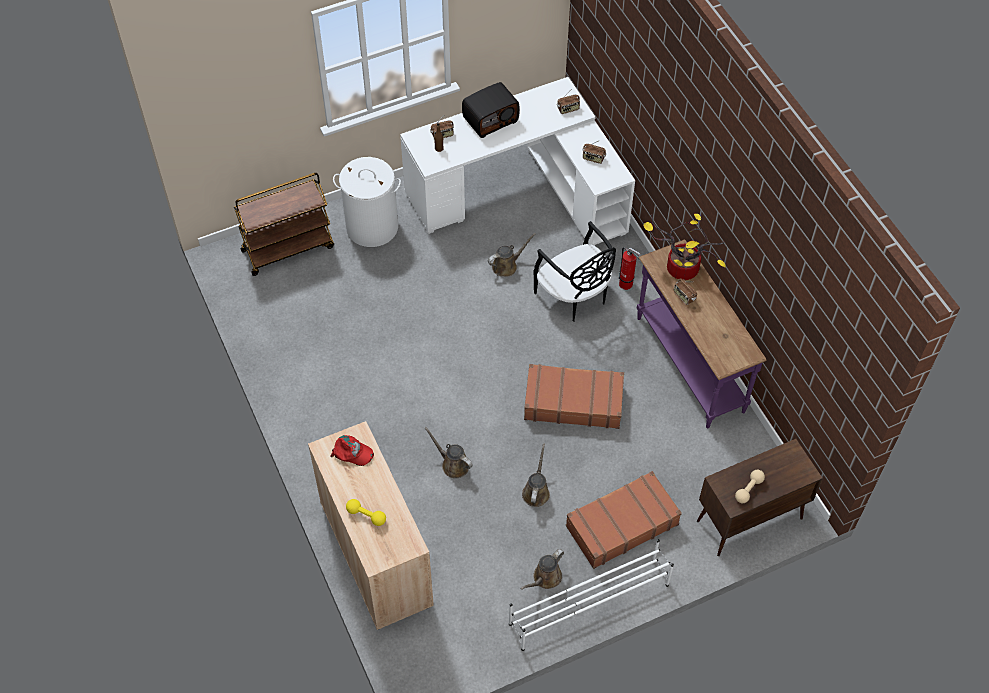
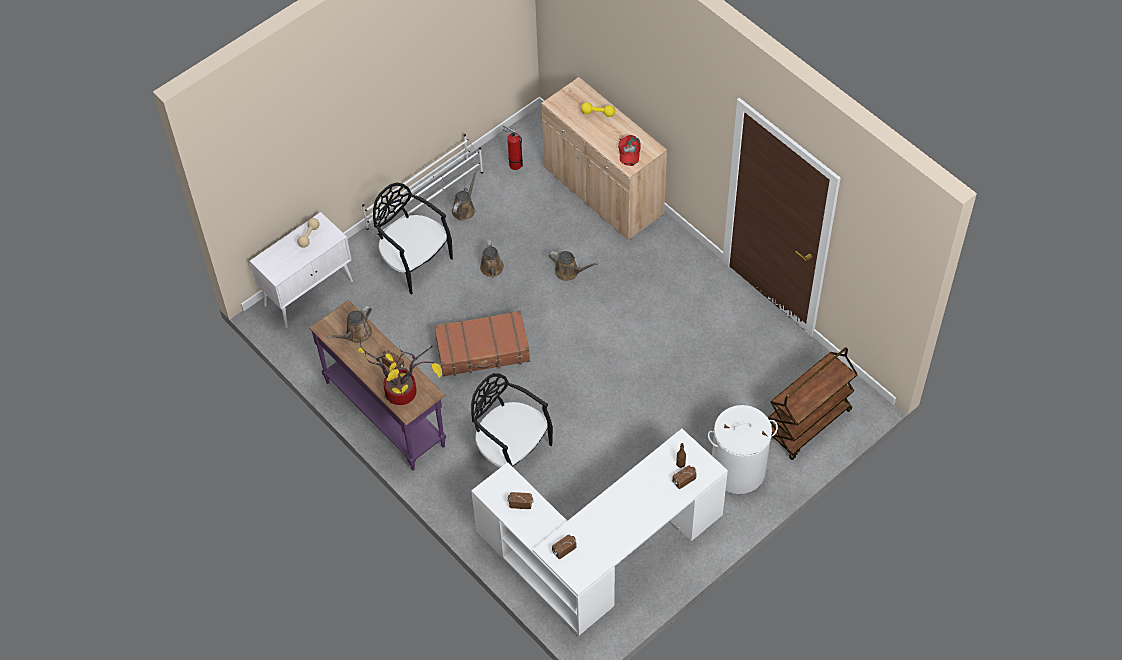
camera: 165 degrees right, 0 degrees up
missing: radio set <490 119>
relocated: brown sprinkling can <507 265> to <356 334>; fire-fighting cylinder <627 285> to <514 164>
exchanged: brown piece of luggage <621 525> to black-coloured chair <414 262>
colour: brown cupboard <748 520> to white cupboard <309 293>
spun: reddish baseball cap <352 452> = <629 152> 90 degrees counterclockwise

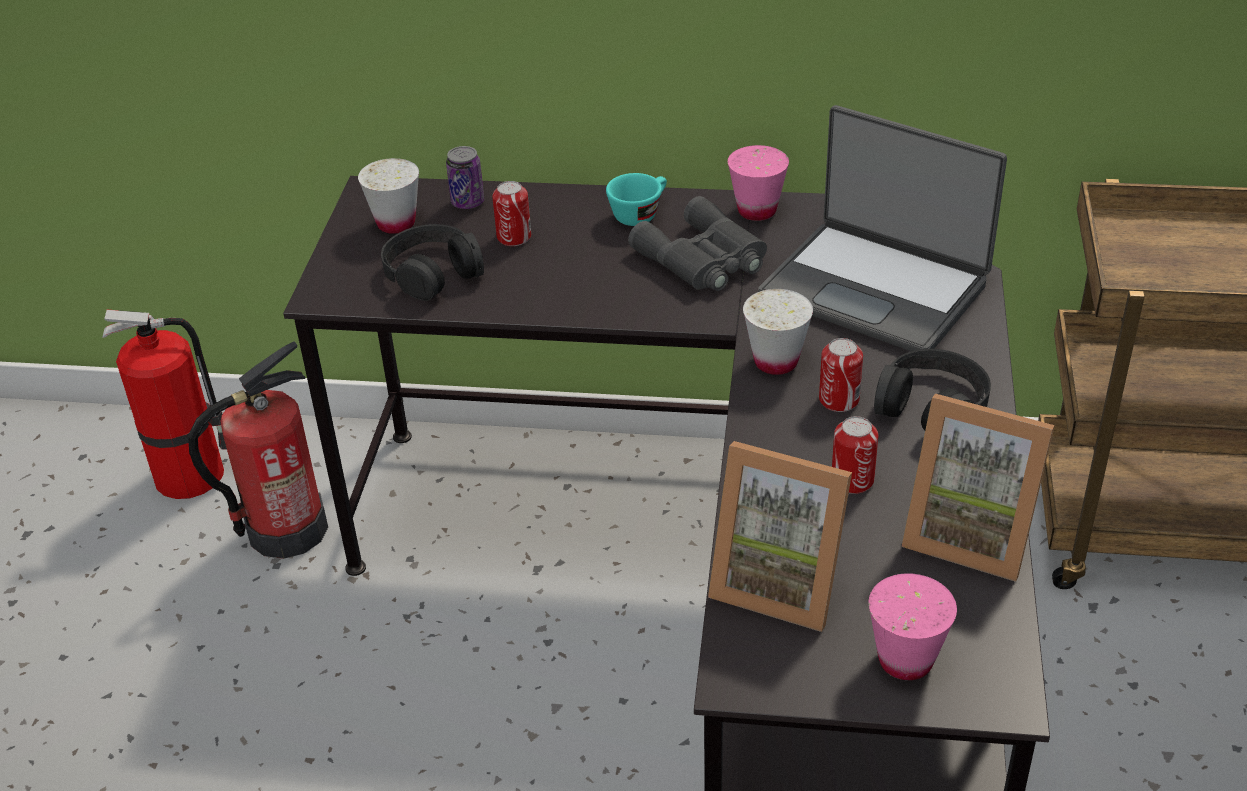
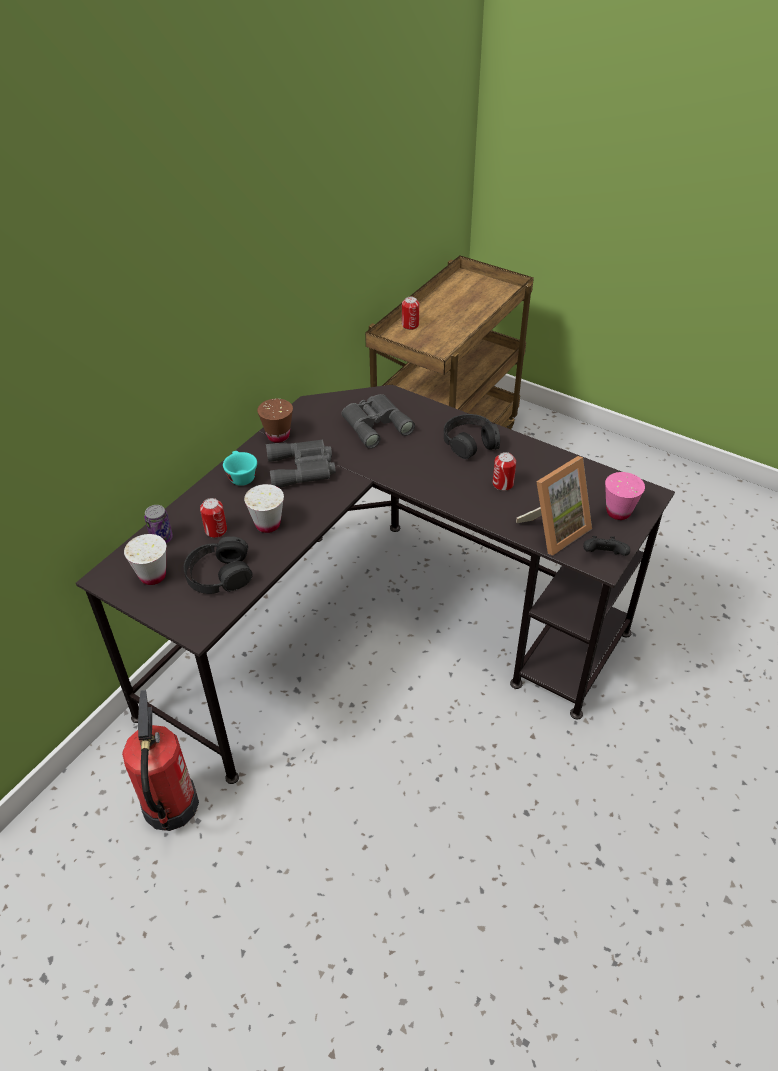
camera: 65 degrees left, 5 degrees up
missing: fire-fighting cylinder <193 474>; standing frame <970 534>
appeared: black-coloured joypad <603 556>
relocated: white small cup <776 361> to <268 524>; can <839 399> to <410 325>
exchanged: laptop <876 288> to greyish pair of binoculars <375 424>
colour: pink-coloured small cup <757 211> to brown small cup <278 436>

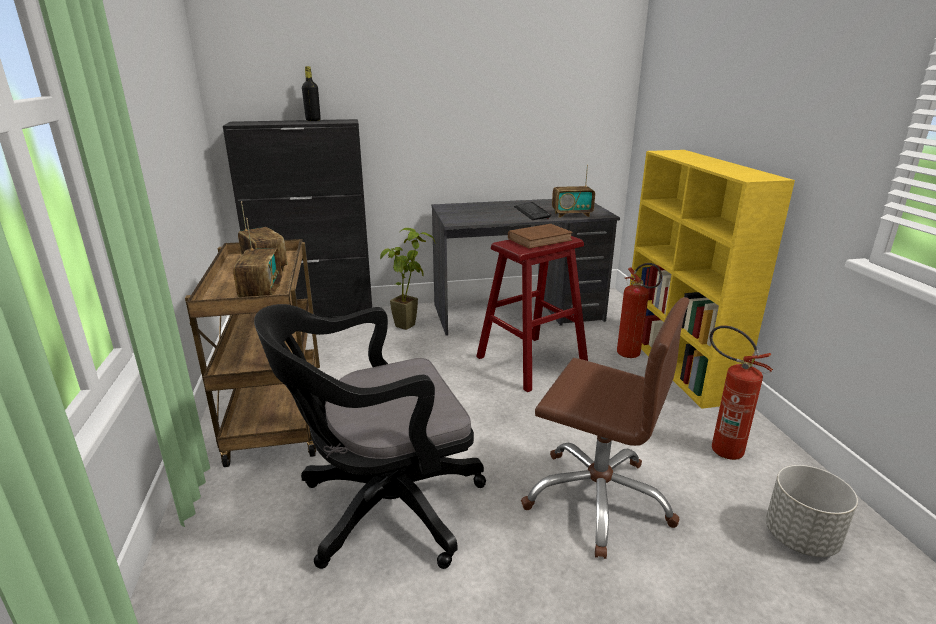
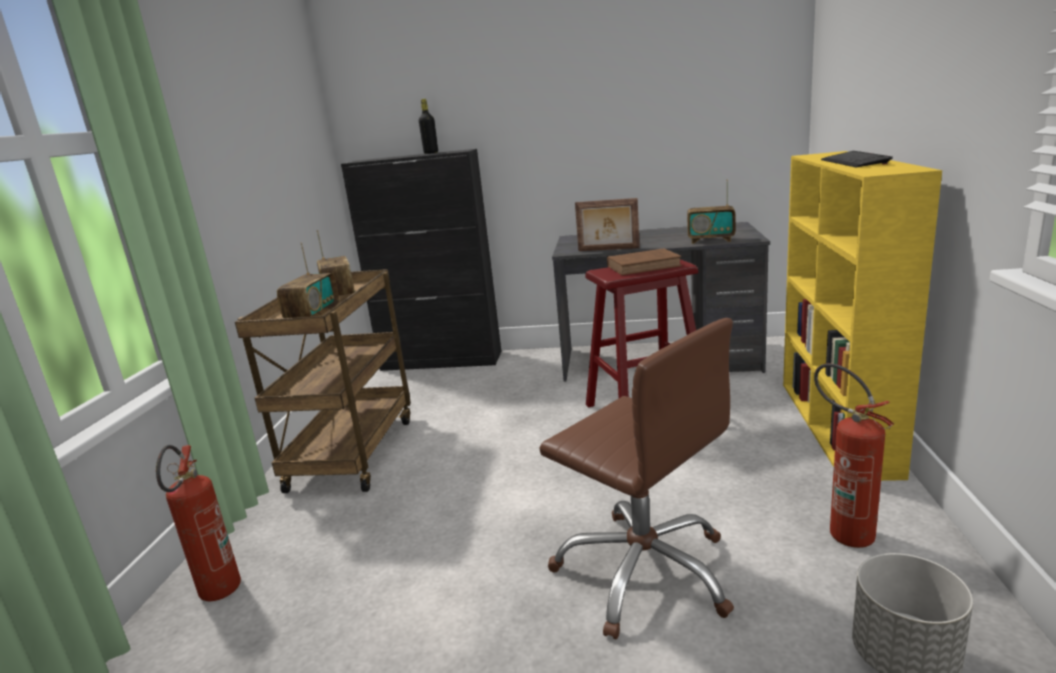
camera: 20 degrees right, 5 degrees down
missing: potted plant <411 324>; black-coloured office chair <382 509>
appeared: standing frame <608 249>
relocated: keyboard <532 212> to <854 162>; fire-fighting cylinder <632 355> to <217 595>

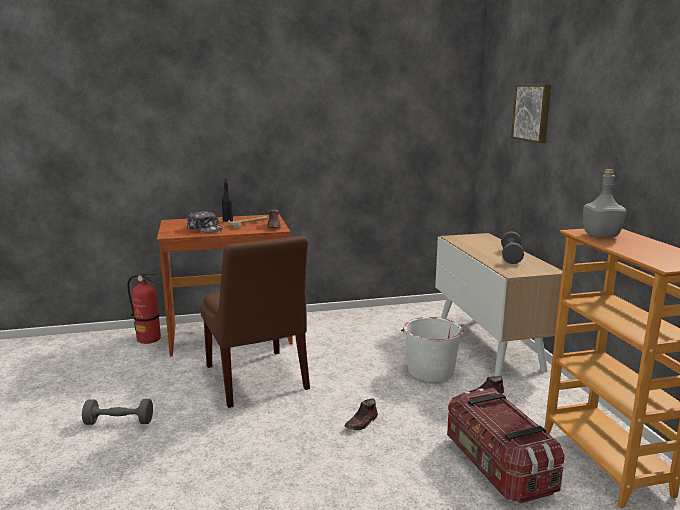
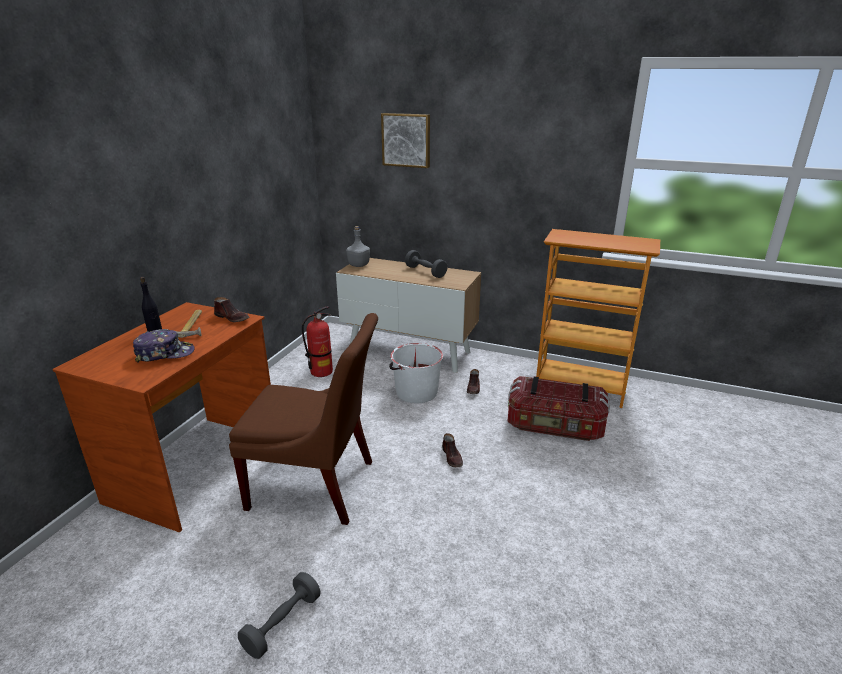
camera: 55 degrees left, 10 degrees up
relocated: greyish drink bottle <600 236> to <358 265>; fire-fighting cylinder <149 339> to <321 372>

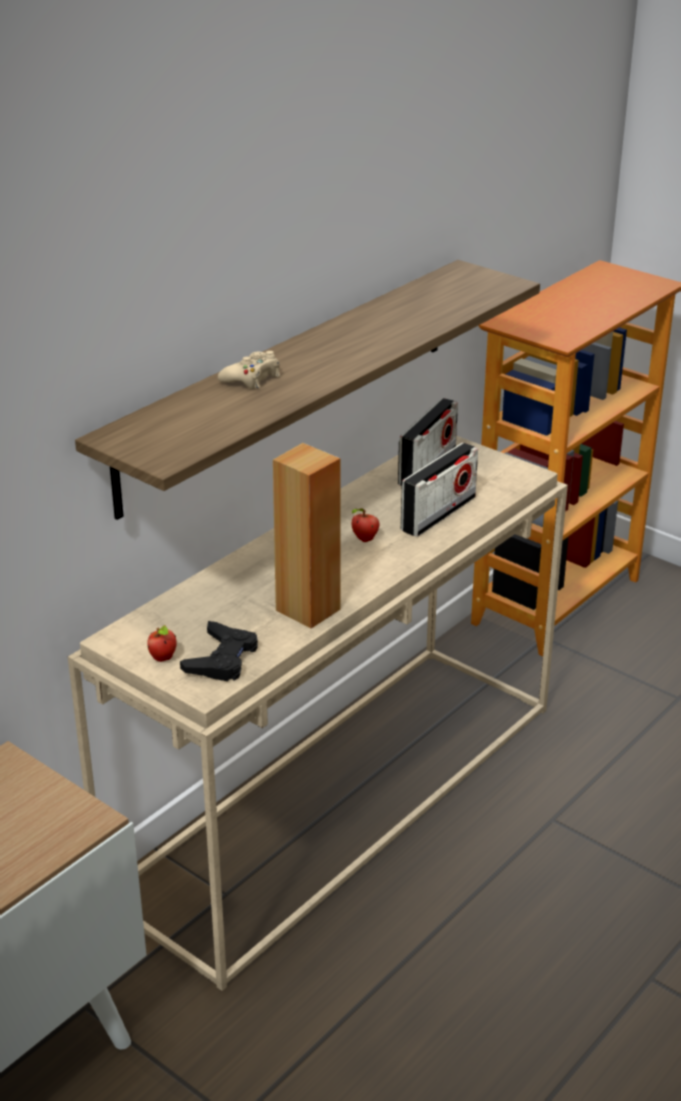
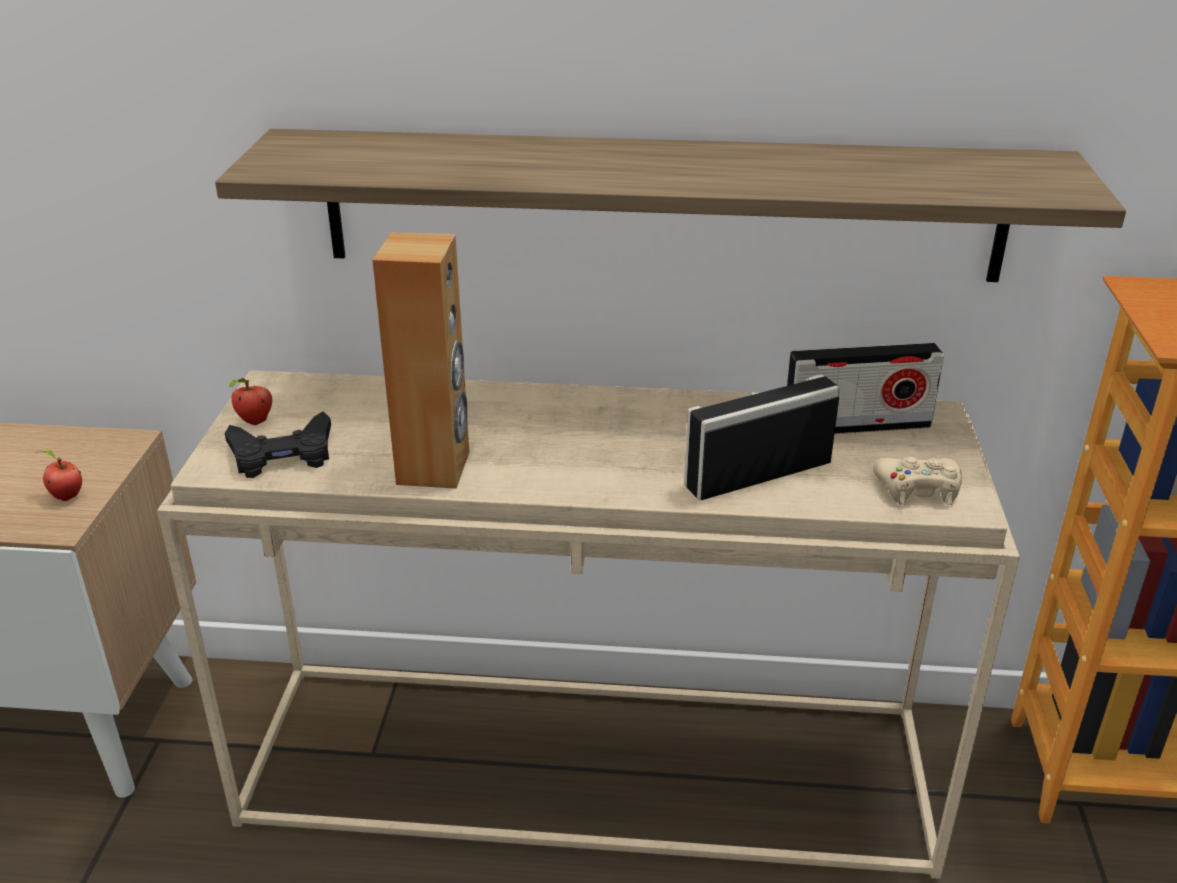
camera: 55 degrees right, 0 degrees up
relocated: sand-coloured joypad <252 378> to <918 489>; whole apple <364 540> to <65 497>
spun: radio set <438 514> = <758 474> 150 degrees clockwise

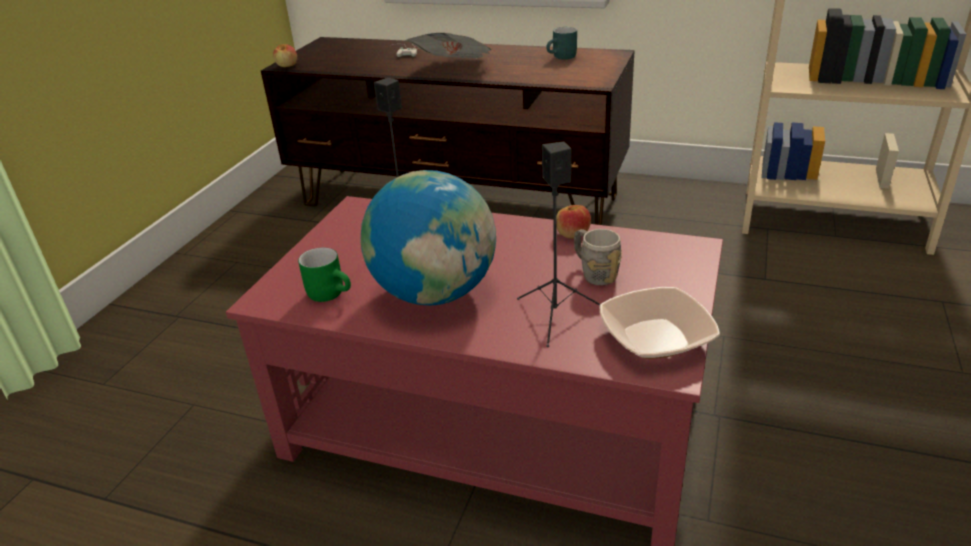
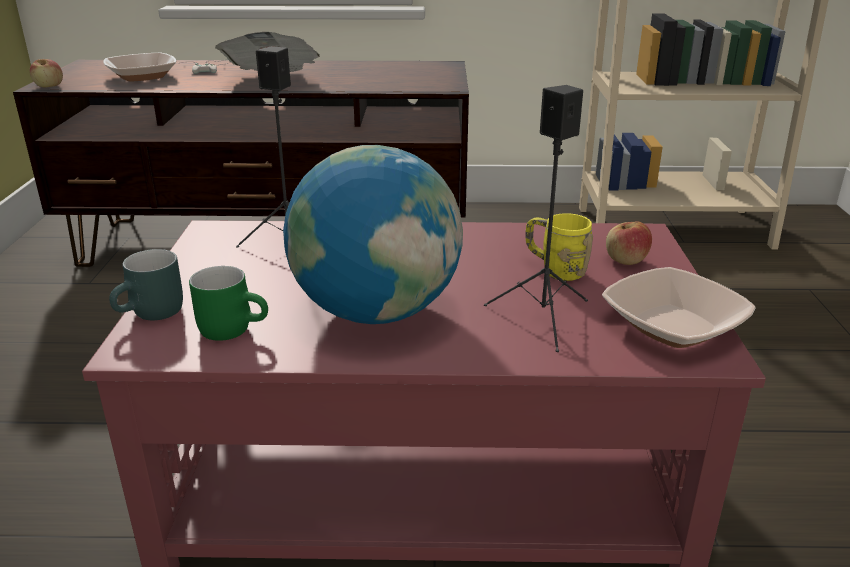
camera: 20 degrees left, 5 degrees down
appeared: deep dish <142 76>
relocated: turquoise-coloured mug <562 57> to <153 314>; whole apple <572 234> to <626 260>
colour: greyish mug <594 273> to yellow-coloured mug <555 269>

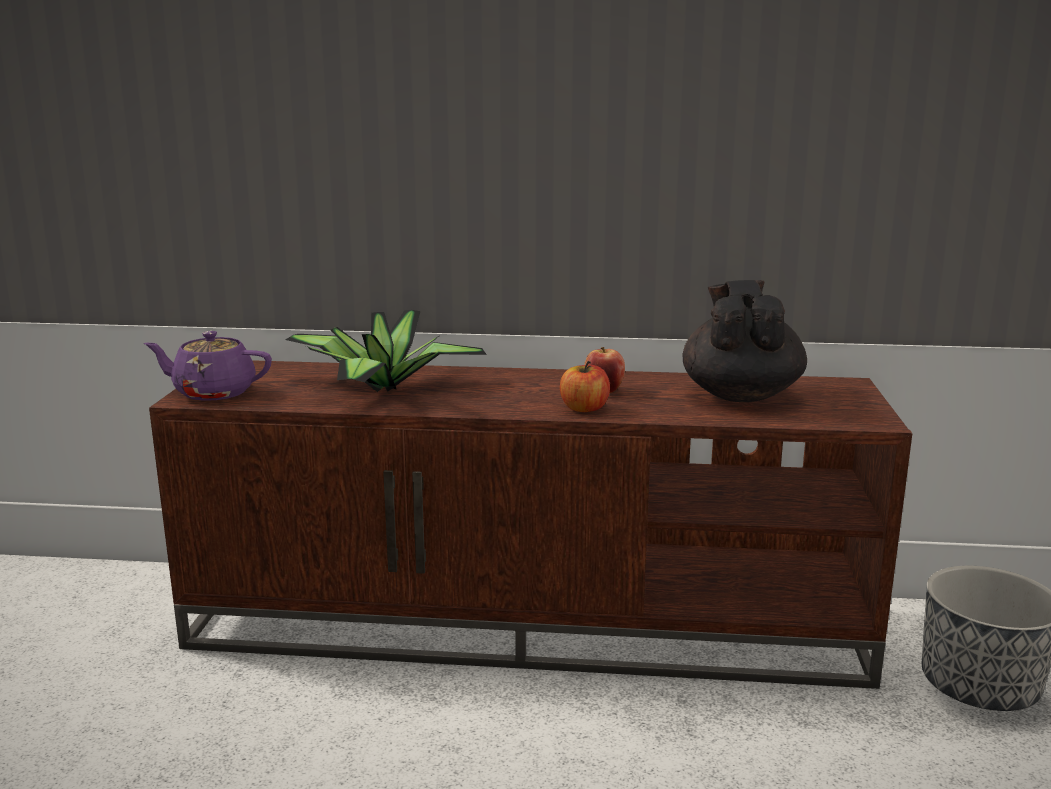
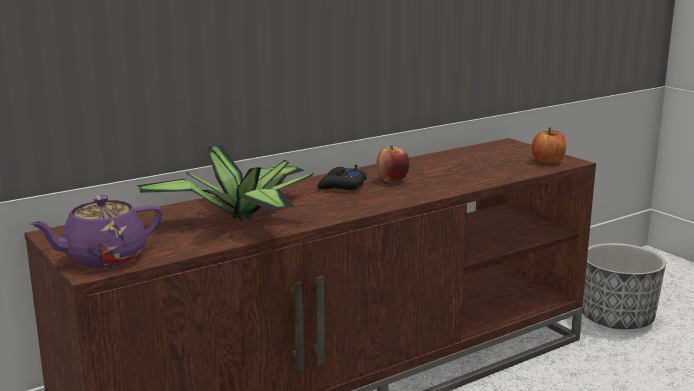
camera: 40 degrees left, 0 degrees up
missing: black-coloured tea pot <740 395>
appeared: black-coloured joypad <341 186>
relocated: whole apple <584 408> to <548 161>

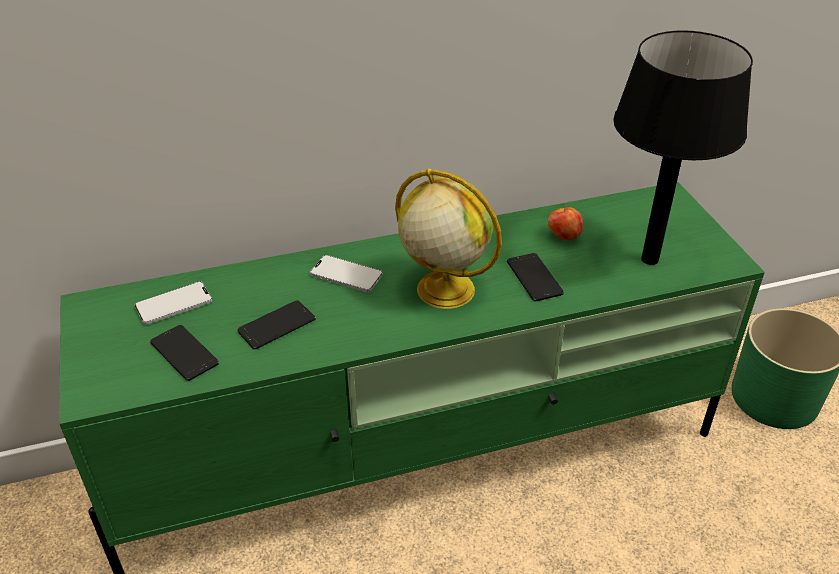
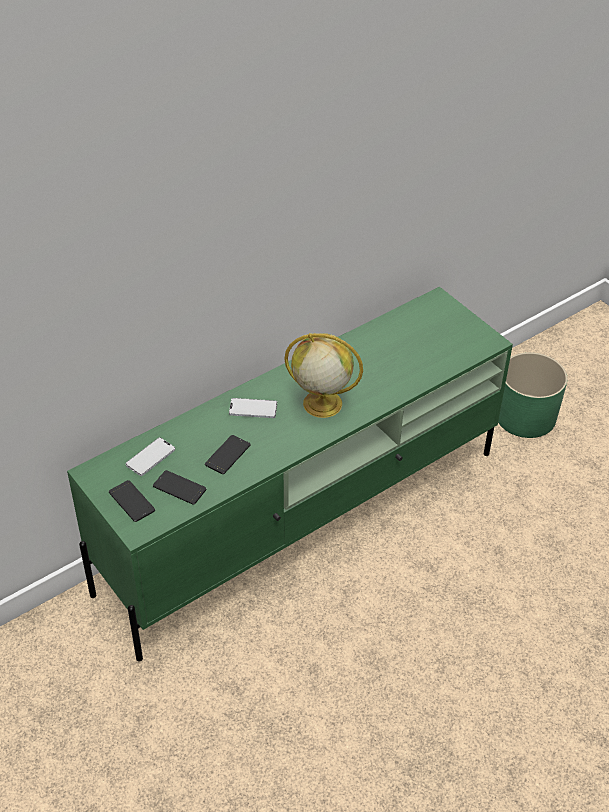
camera: 20 degrees left, 5 degrees up
missing: black-coloured table lamp <649 258>; whole apple <563 236>
relocated: phone <534 277> to <131 501>

